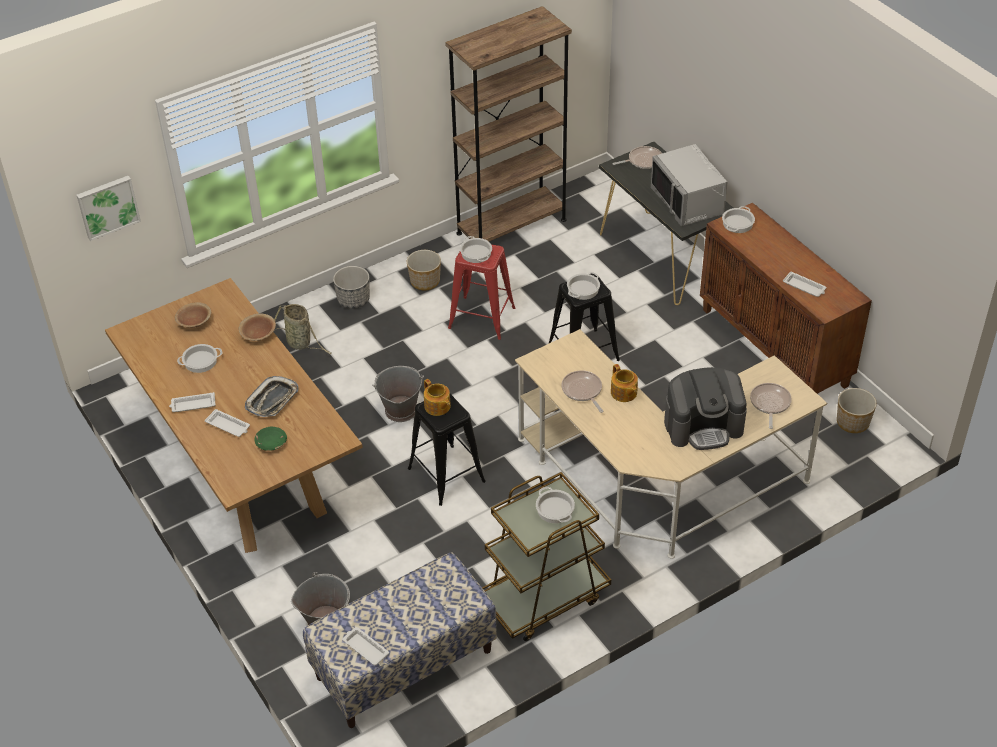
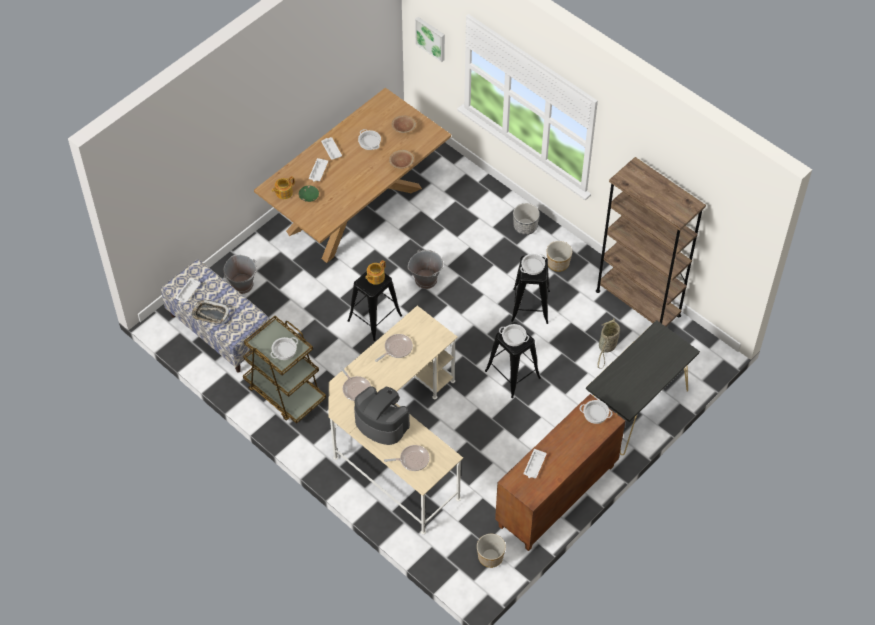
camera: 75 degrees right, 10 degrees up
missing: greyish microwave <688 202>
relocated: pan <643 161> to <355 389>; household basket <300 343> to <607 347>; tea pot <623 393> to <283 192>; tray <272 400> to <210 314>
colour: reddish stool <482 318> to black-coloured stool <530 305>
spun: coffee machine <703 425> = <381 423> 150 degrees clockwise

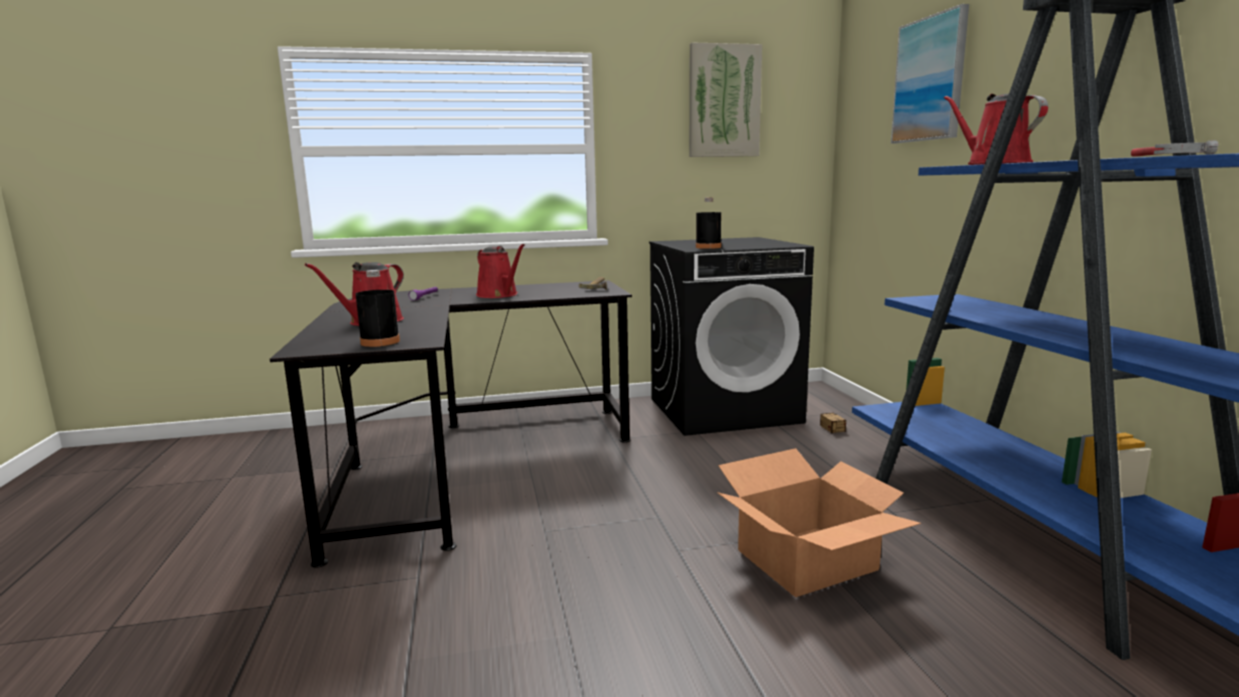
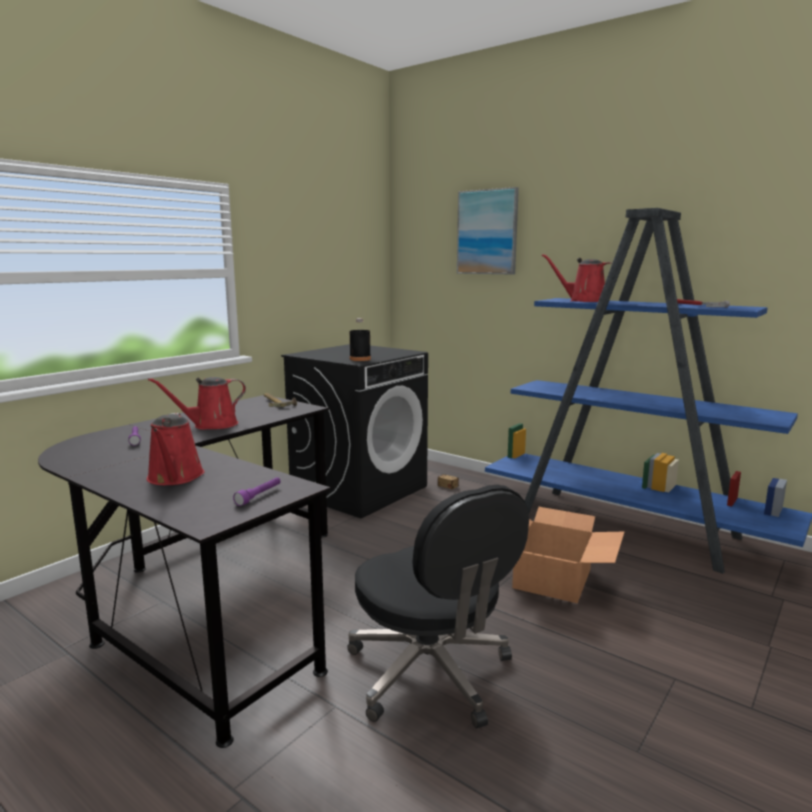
camera: 40 degrees left, 0 degrees up
missing: wall art <724 101>
appeared: black-coloured office chair <431 674>
exchanged: black-coloured drink bottle <380 342> to purplish flashlight <259 496>
spun: reddish sprinkling can <499 295> = <211 425> 135 degrees clockwise

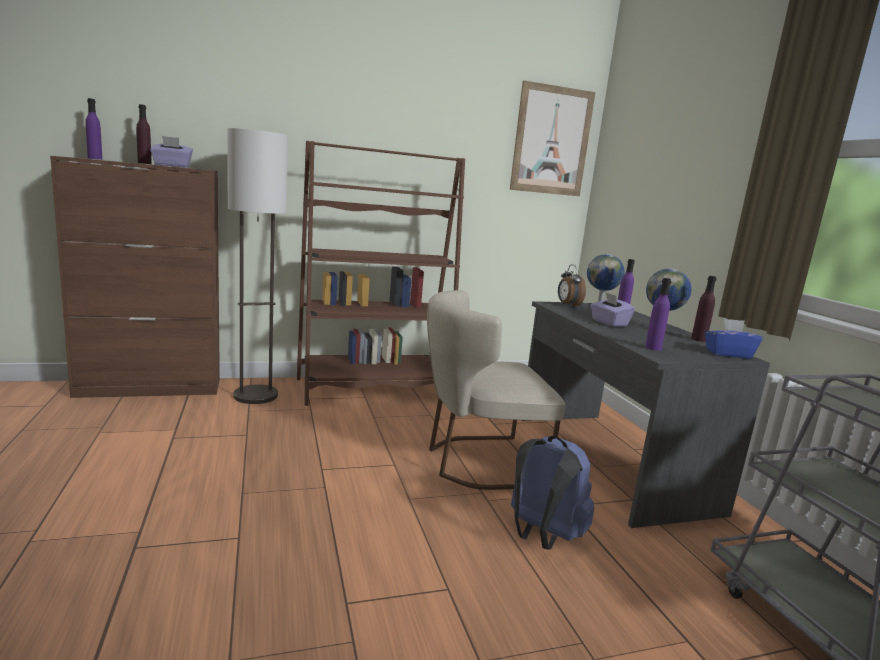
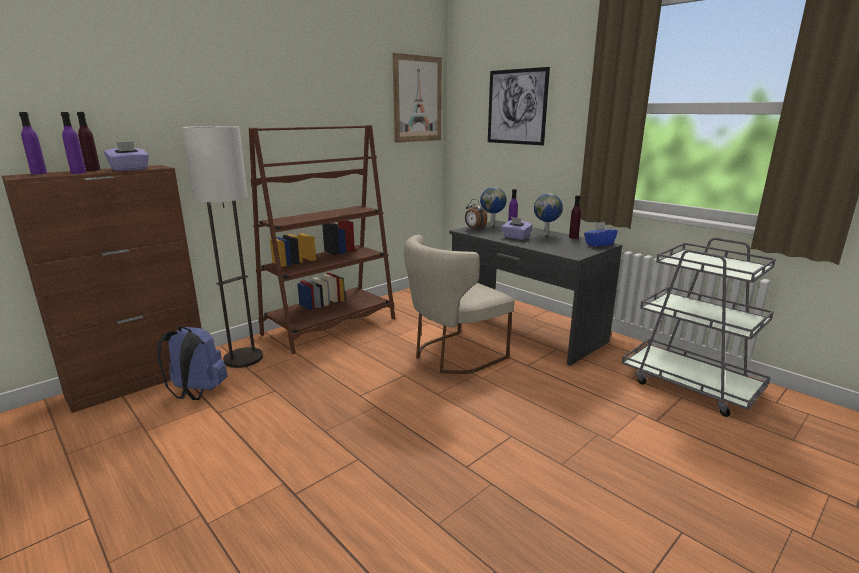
camera: 25 degrees left, 5 degrees up
appeared: wall art <517 107>
relocated: purplish drink bottle <653 348> to <78 173>; blue-coloured backpack <542 536> to <196 393>

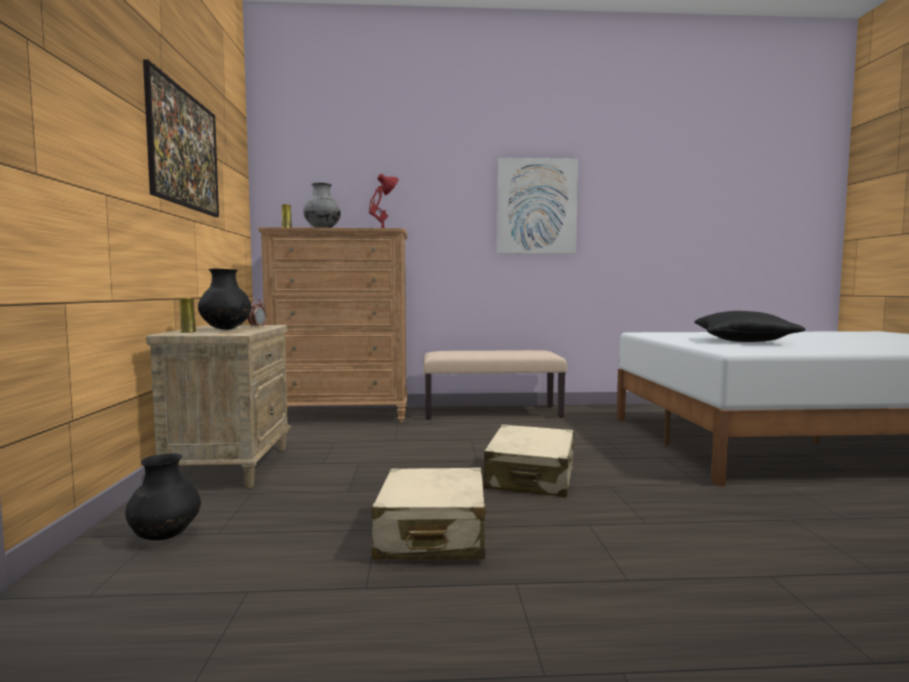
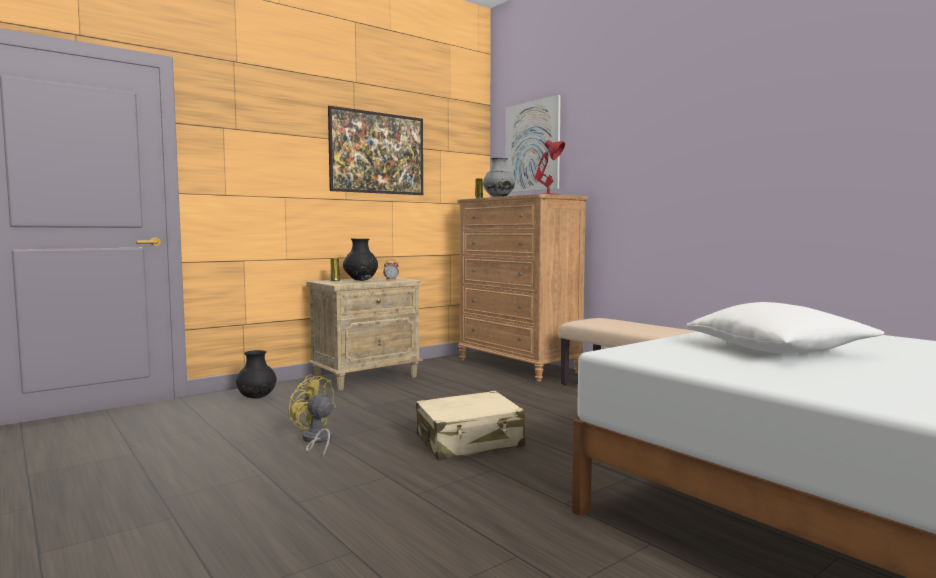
camera: 55 degrees right, 0 degrees up
relocated: wall art <537 206> to <532 146>
exchanged: sand-coloured piece of luggage <432 535> to yellow-coloured cooling fan <316 441>
colour: black-coloured pillow <743 341> to white pillow <778 350>

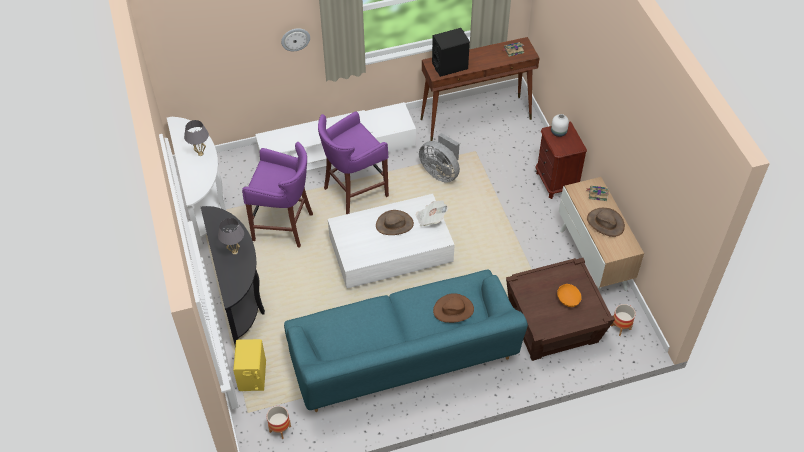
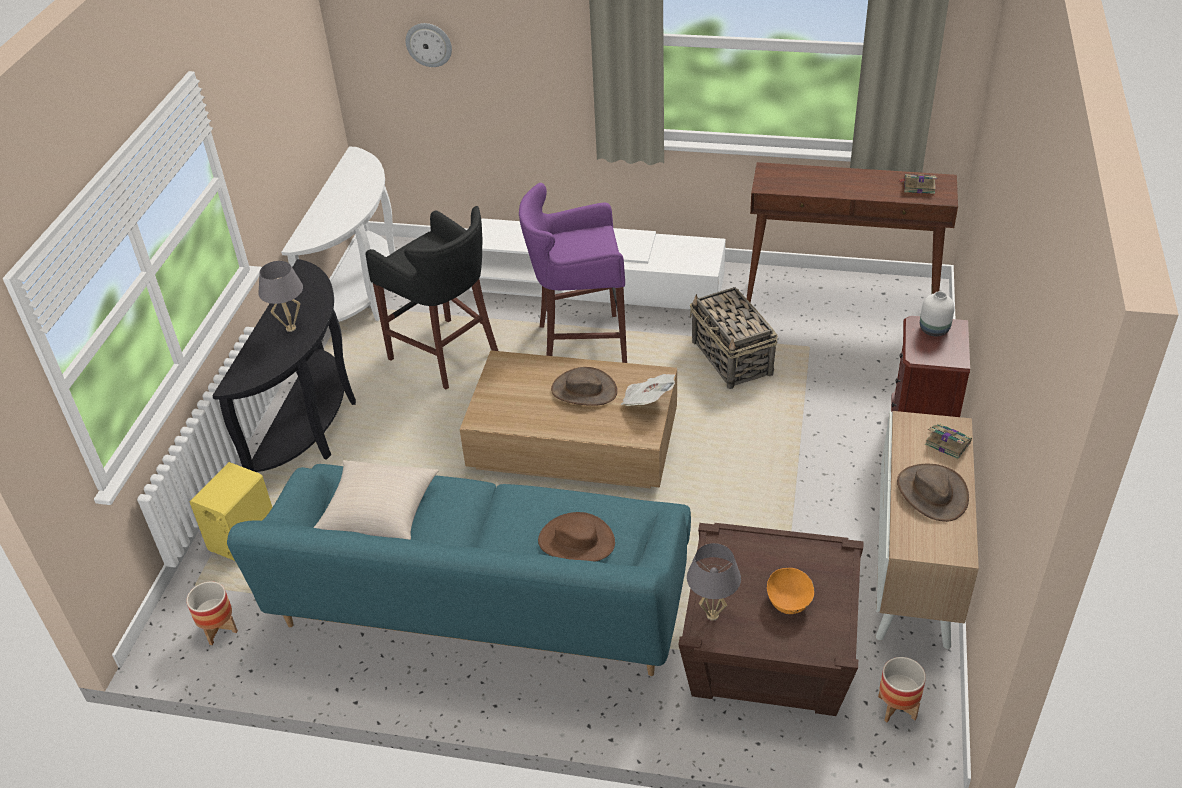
camera: 30 degrees right, 10 degrees down
missing: black-coloured speaker <450 66>
appeared: sand-coloured pillow <379 513>
relocated: clock on the wall <295 39> to <429 44>; greyish table lamp <200 154> to <712 615>
exchanged: greyish cooling fan <440 172> to household basket <732 359>
colour: purplish stool <285 226> to black-coloured stool <447 356>; white lounge table <390 252> to brown lounge table <573 442>

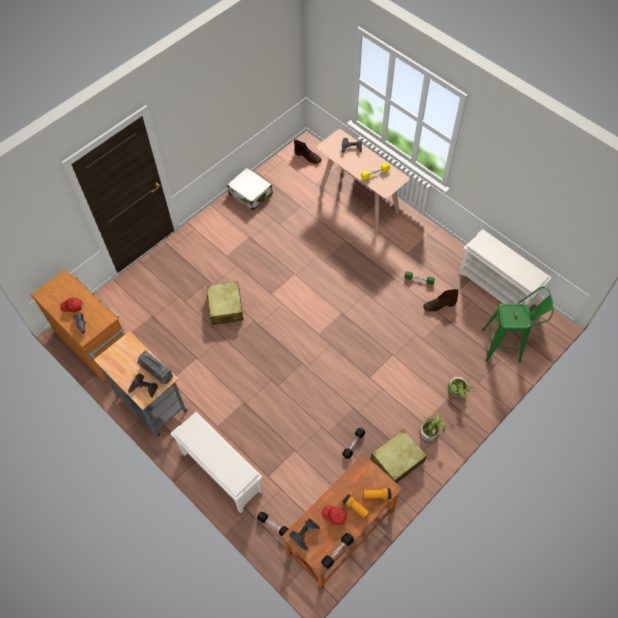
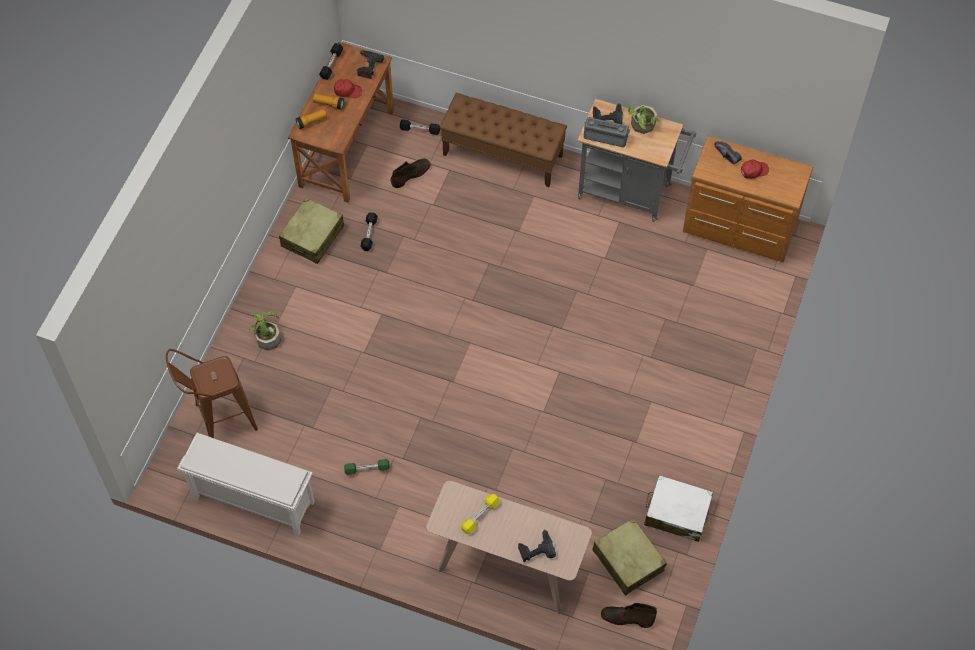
camera: 155 degrees right, 0 degrees up
relocated: sand-coloured piece of luggage <225 307> to <628 560>; brown tall boot <439 305> to <411 174>; potted plant <430 432> to <642 126>
exchanged: white shoe shelf <220 472> to brown bench <503 155>
colour: greenish stool <506 346> to brown stool <219 419>

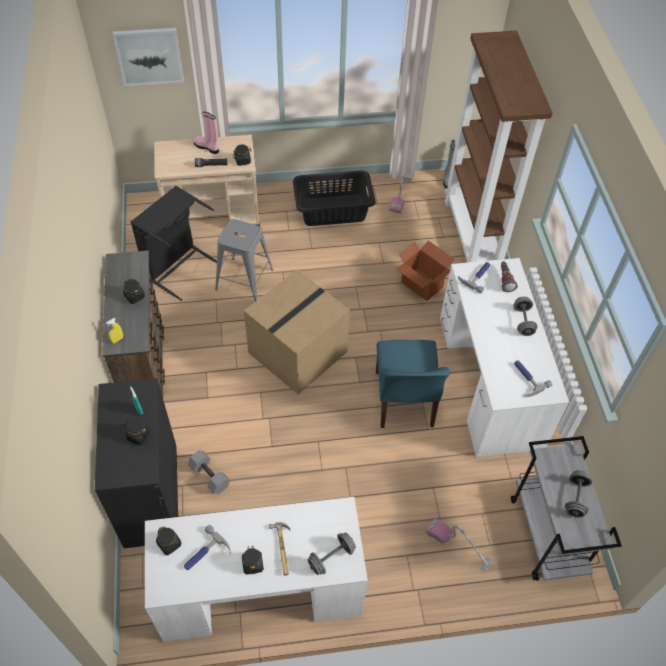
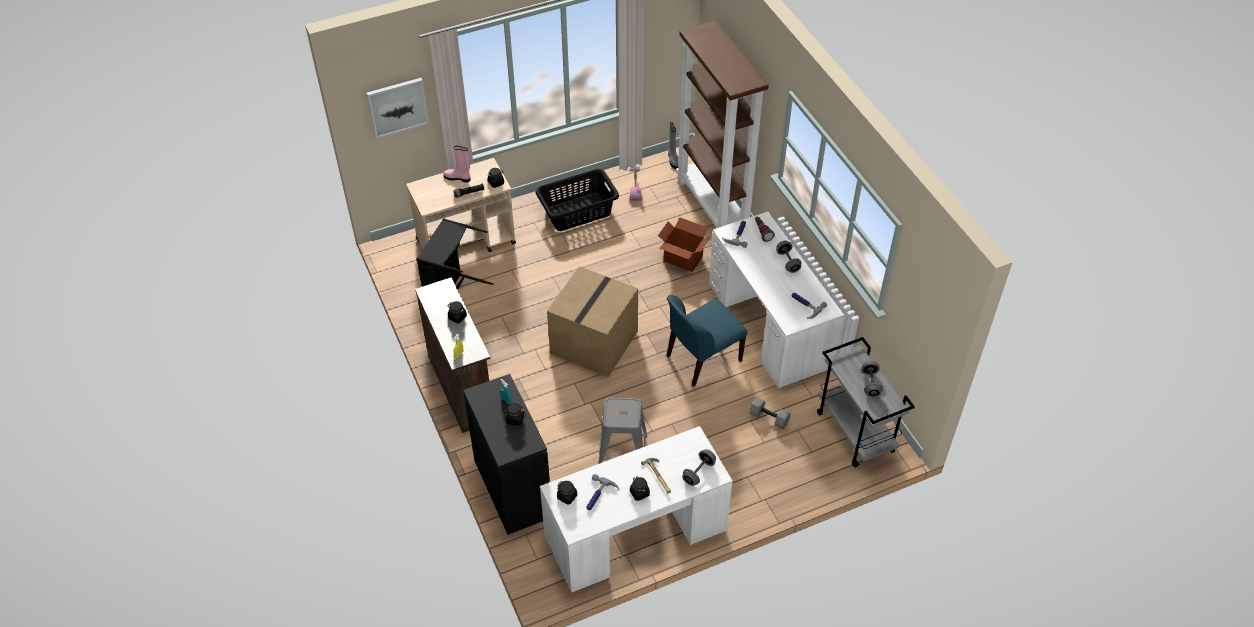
camera: 15 degrees left, 5 degrees down
missing: vacuum <458 546>
relocated: greyish stool <244 279> to <622 454>; greyish free weight <209 476> to <768 418>
spun: blue-coloured chair <404 400> = <702 359> 75 degrees clockwise

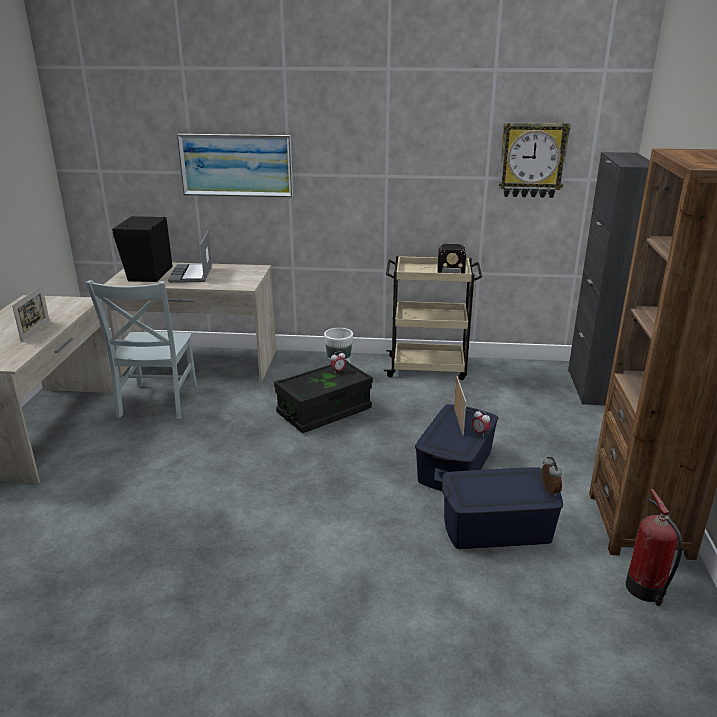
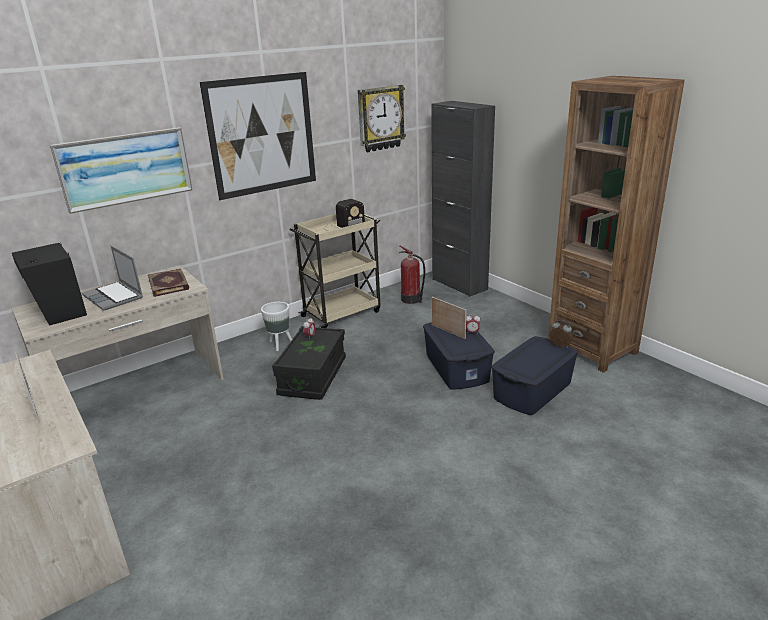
camera: 40 degrees left, 0 degrees up
missing: greyish chair <156 403>
appeared: wall art <262 135>; volume <169 284>
relocated: fire-fighting cylinder <646 590> to <412 300>

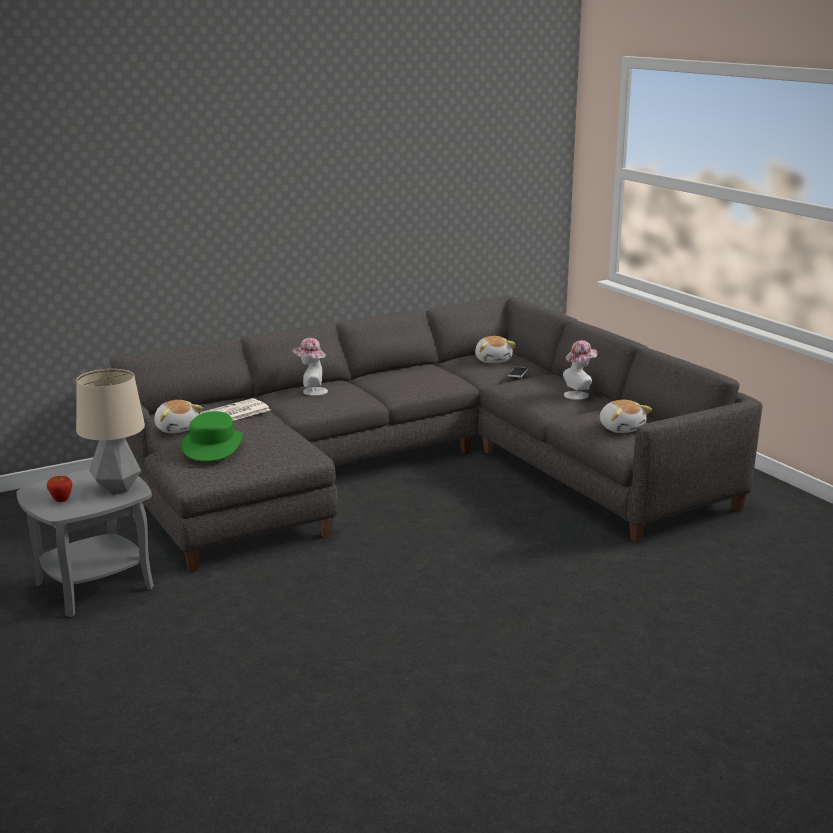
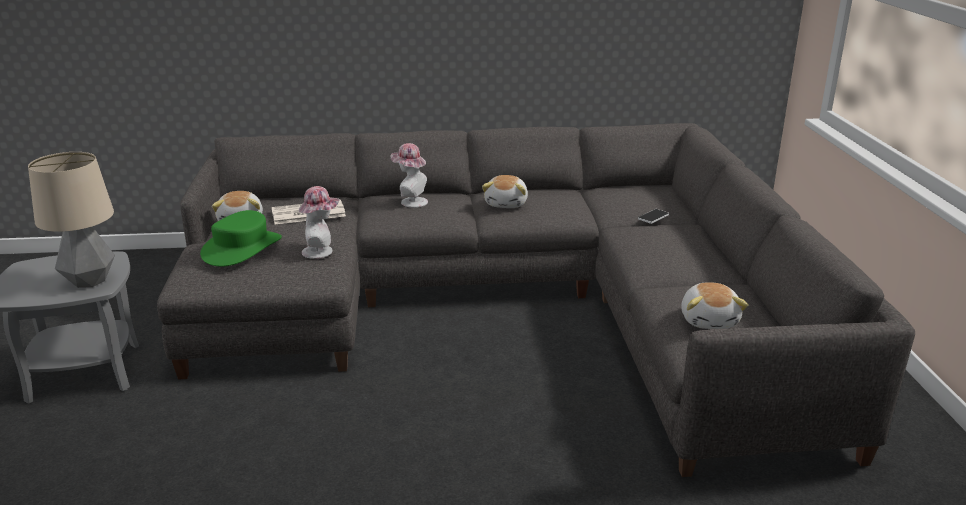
camera: 25 degrees right, 5 degrees up
missing: whole apple <61 500>
relocated: plush toy <493 360> to <507 204>; hat <578 394> to <321 251>

